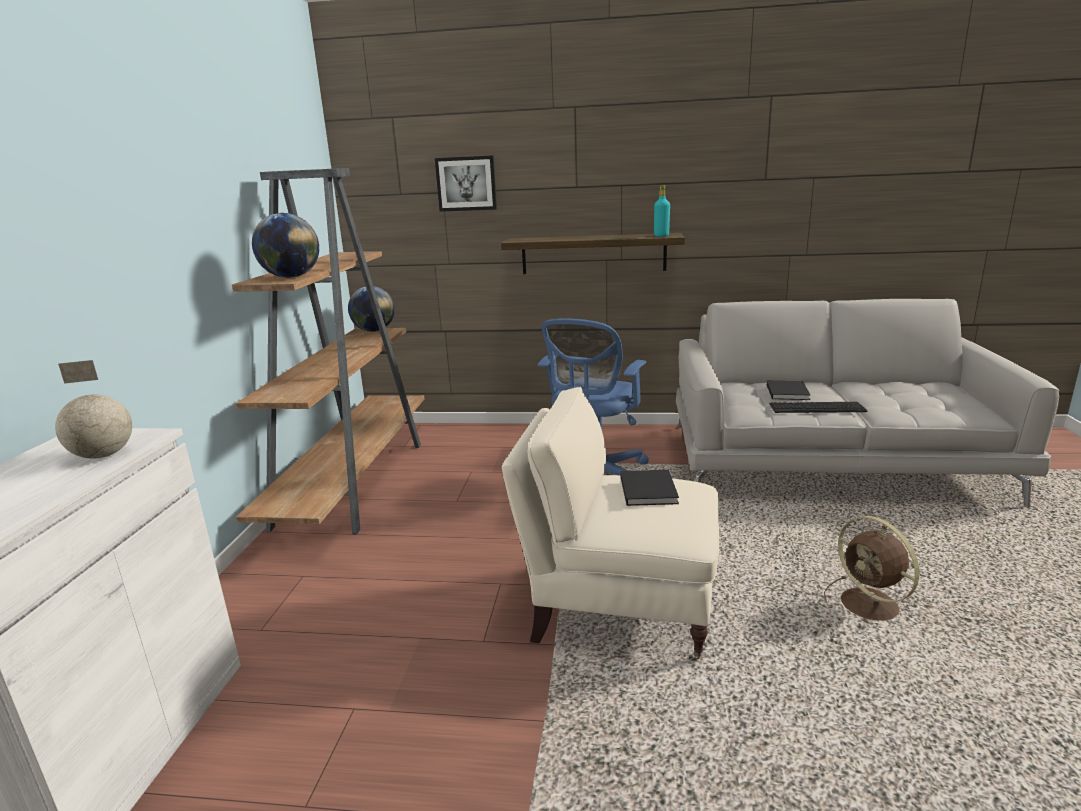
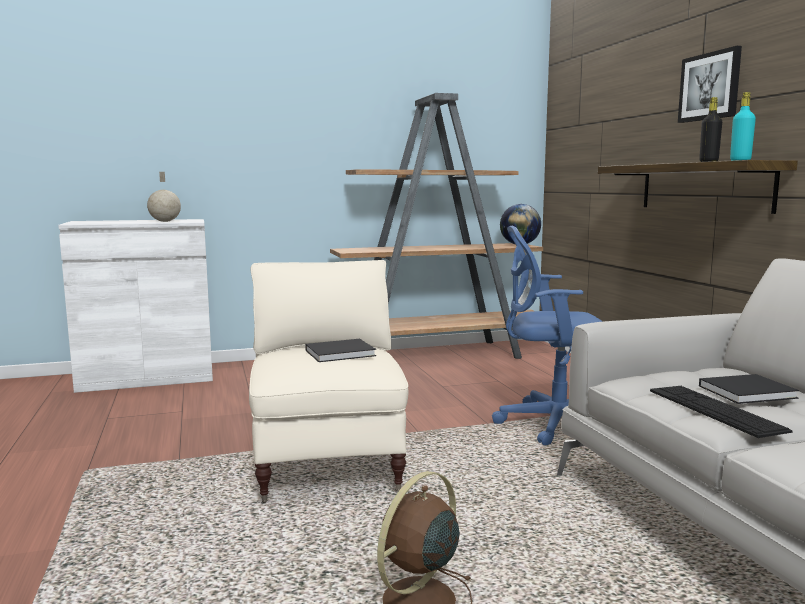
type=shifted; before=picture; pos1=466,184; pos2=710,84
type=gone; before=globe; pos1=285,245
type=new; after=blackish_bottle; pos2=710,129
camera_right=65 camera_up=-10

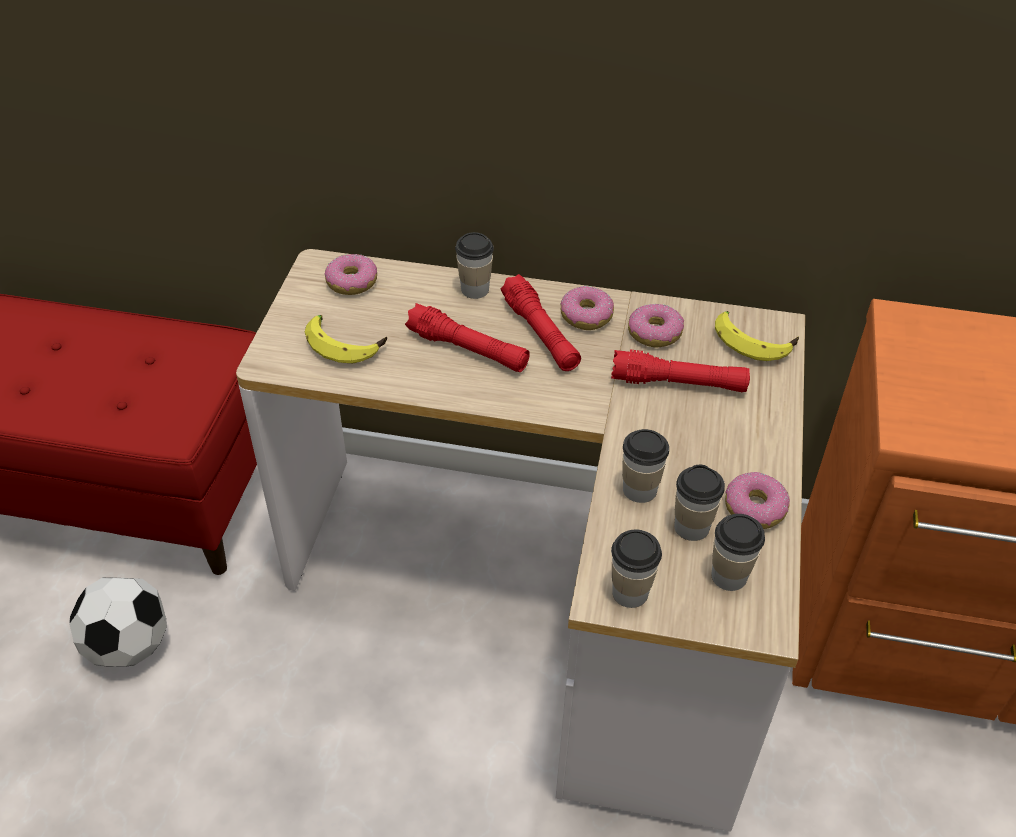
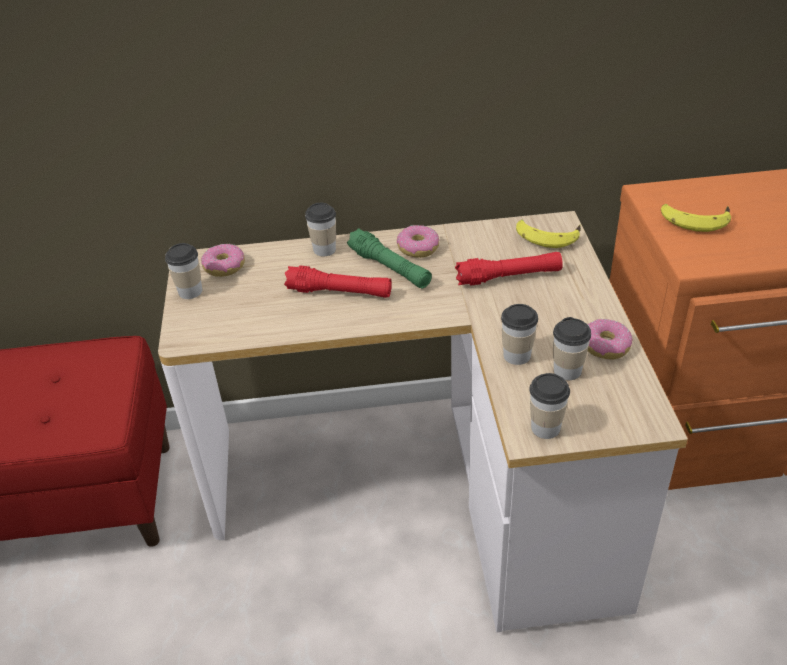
type=repainted; before=red-coloured_torch; after=greenish_torch; pos1=541,322; pos2=389,258
type=gone; before=ring_doughnut; pos1=656,325
type=shifted; before=whole_banana; pos1=346,339; pos2=696,218
type=shifted; before=cup; pos1=738,552; pos2=183,271
type=gone; before=football_ball; pos1=118,622
camera_right=-15 camera_up=-5

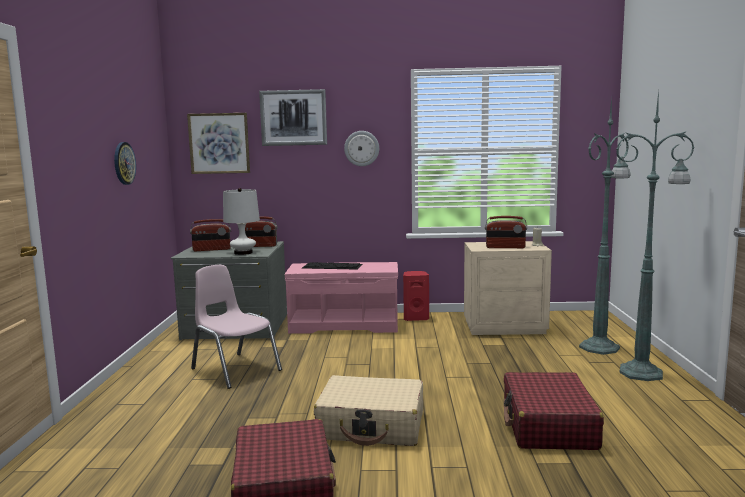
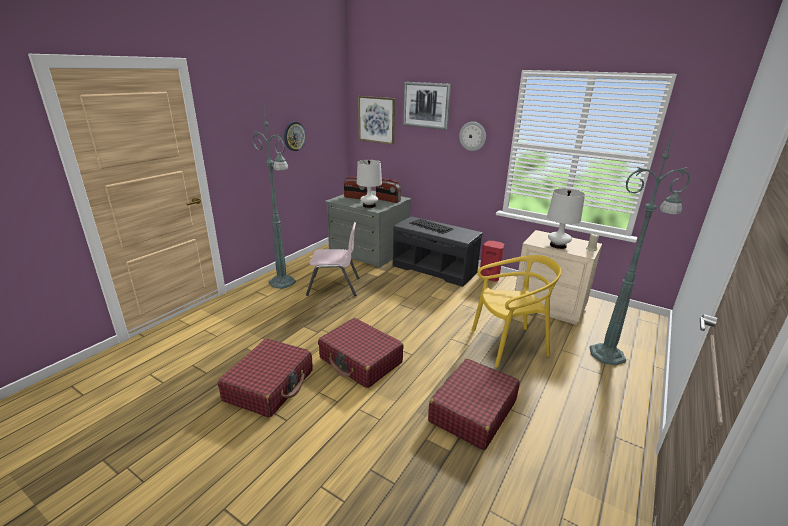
type=shifted; before=greenish_standing_lamp; pos1=655,235; pos2=274,198
type=swapped; before=radio; after=white-coloured_lamp_for_a_table; pos1=506,232; pos2=566,219
type=repainted; before=pinkish_long_seat; after=grey_long_seat; pos1=341,298; pos2=438,251
type=rotated; before=pinkish_plain_chair; pos1=236,327; pos2=332,259; turn=105
type=repainted; before=beige_piece_of_luggage; after=red-coloured_piece_of_luggage; pos1=368,410; pos2=361,353
type=new; after=yellow-coloured_plain_chair; pos2=516,311
camera_right=30 camera_up=15

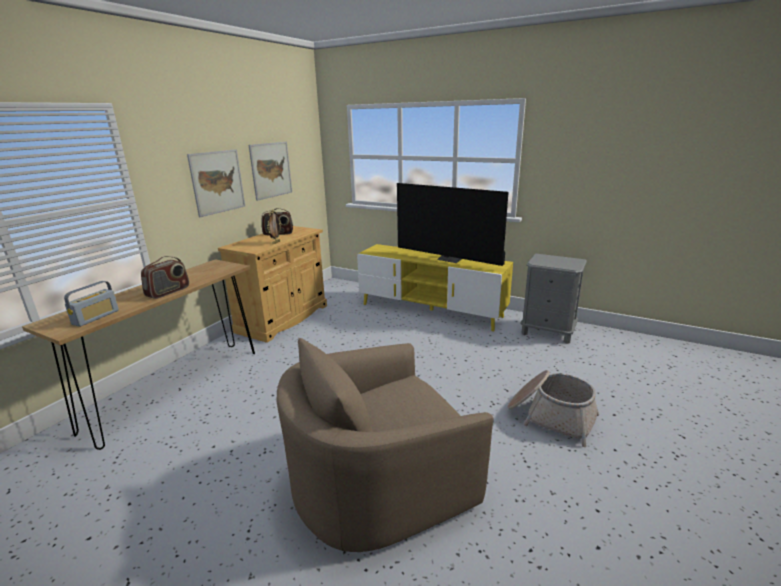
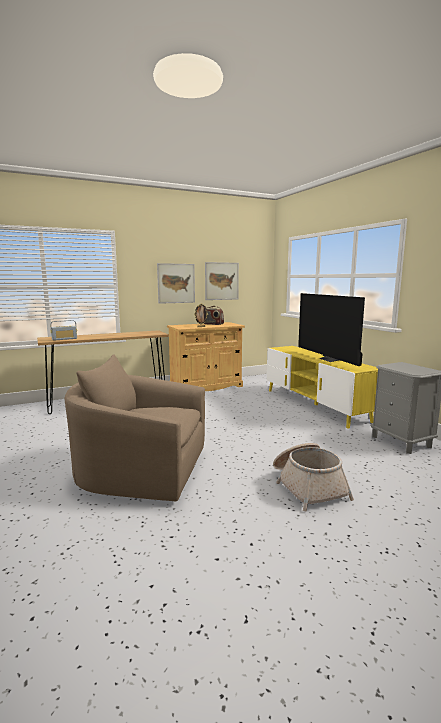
type=gone; before=radio; pos1=165,277
camera_right=35 camera_up=-10

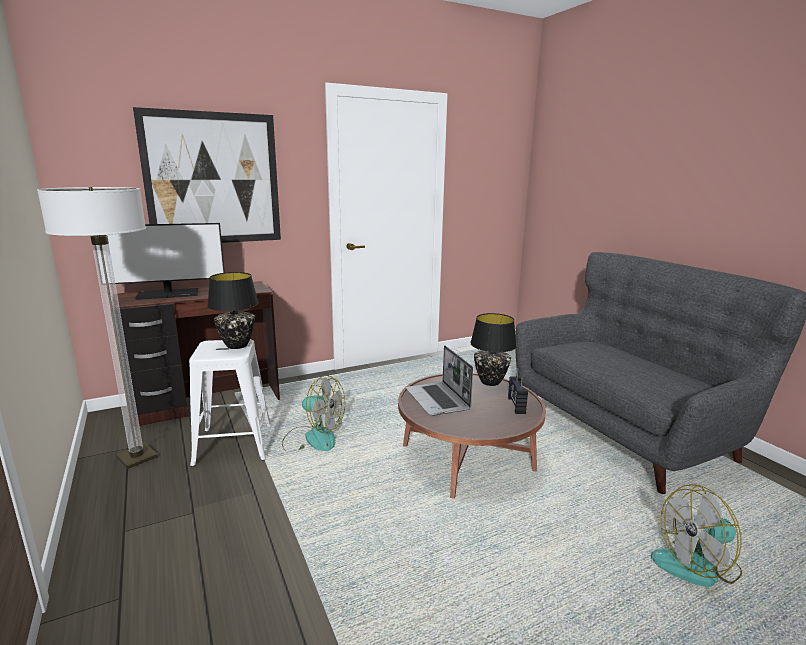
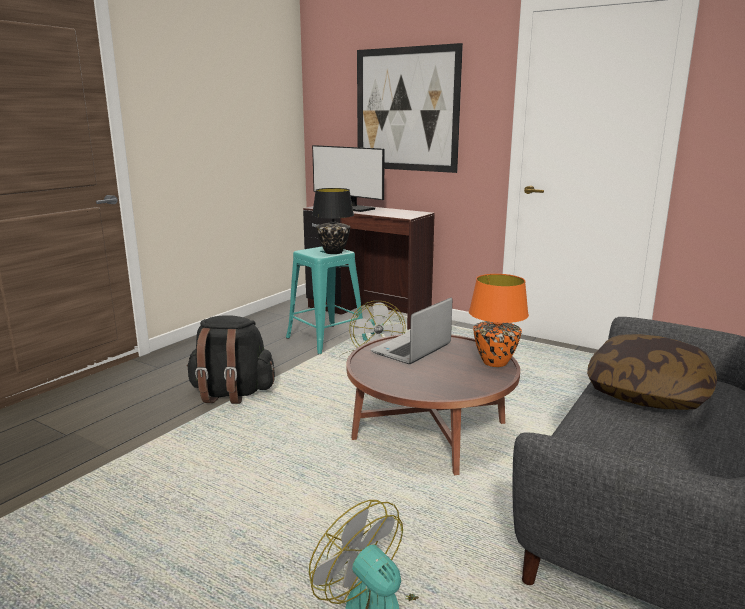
type=gone; before=standing_lamp; pos1=97,328
type=repainted; before=blackish_lamp_for_a_table; after=orangey_lamp_for_a_table; pos1=493,349; pos2=499,320
type=repainted; before=white-coloured_sitting_stool; after=blue-green_sitting_stool; pos1=230,403; pos2=327,301
type=gone; before=radio; pos1=518,391
type=new; after=blackish_knapsack; pos2=231,359
type=new; after=pillow; pos2=652,372
camera_right=60 camera_up=0

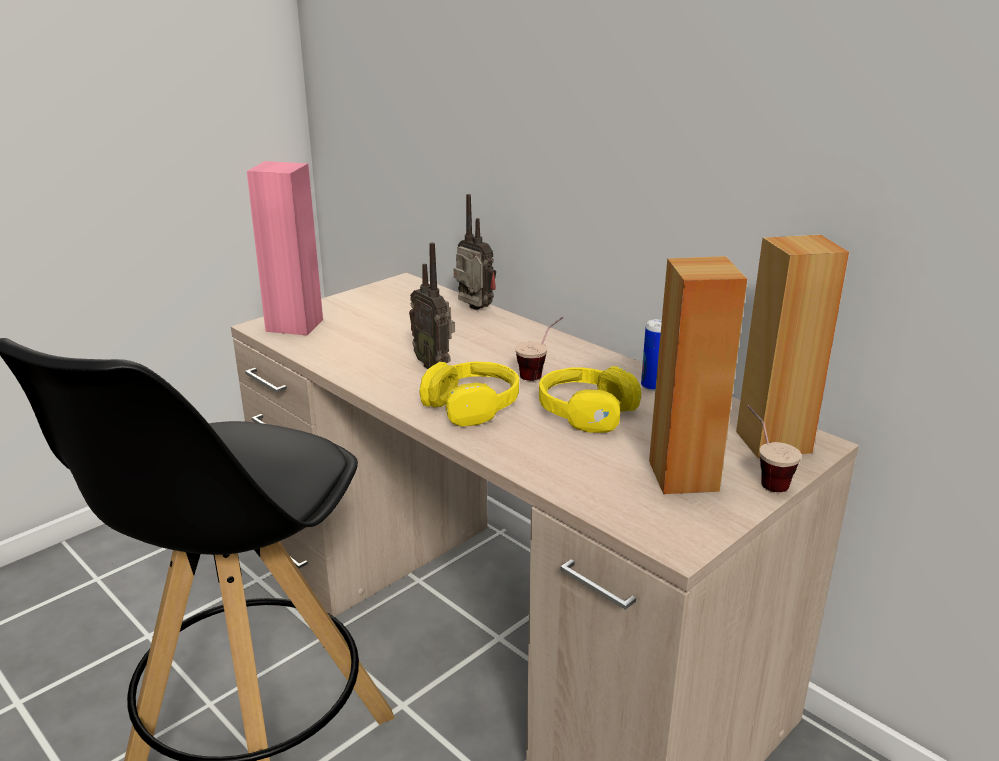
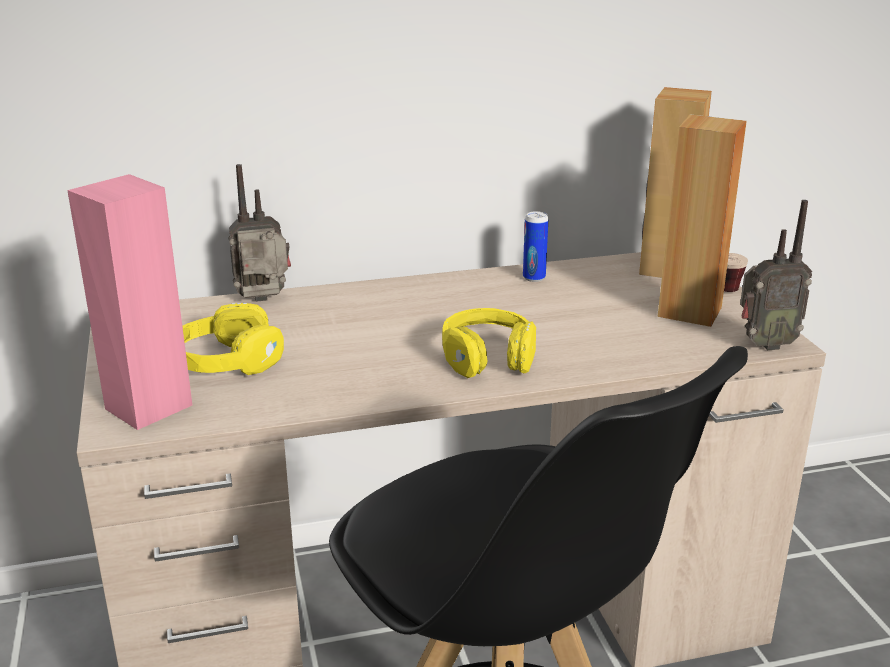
type=shifted; before=radio; pos1=432,305; pos2=776,275
type=gone; before=cup; pos1=539,349
type=shifted; before=yellow-coloured_headset; pos1=590,399; pos2=233,339
camera_right=-60 camera_up=0

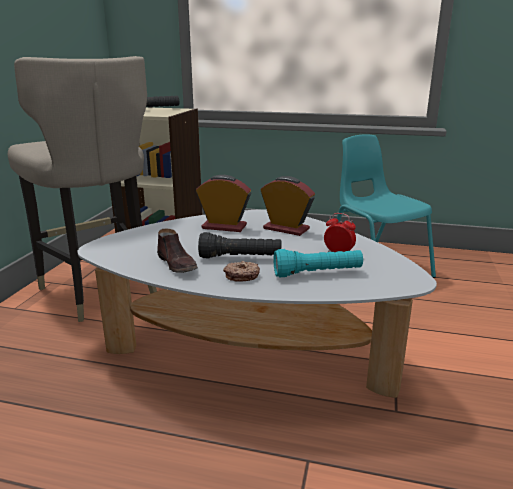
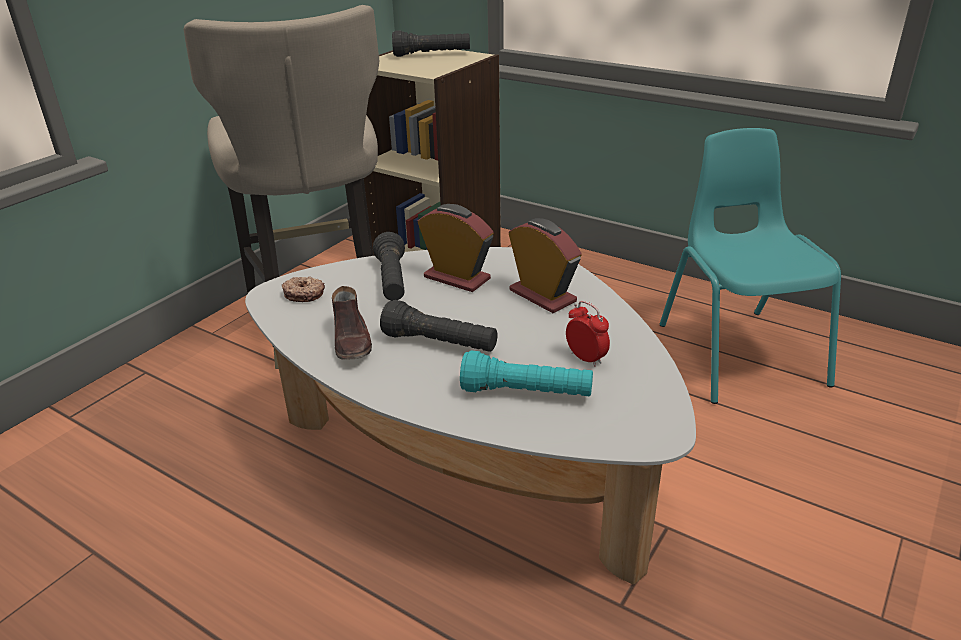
type=shifted; before=ring_doughnut; pos1=241,271; pos2=303,289
type=new; after=blackish_torch; pos2=389,266
camera_right=20 camera_up=10

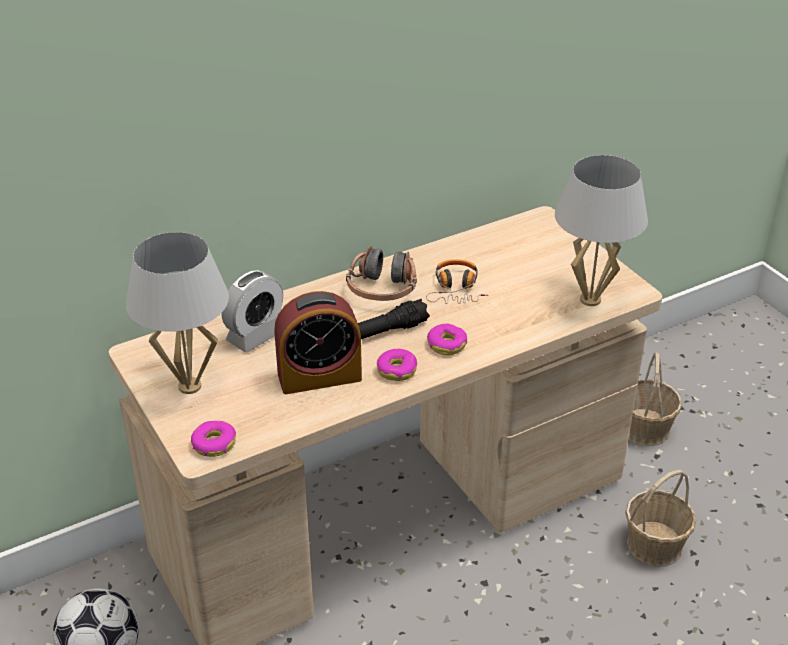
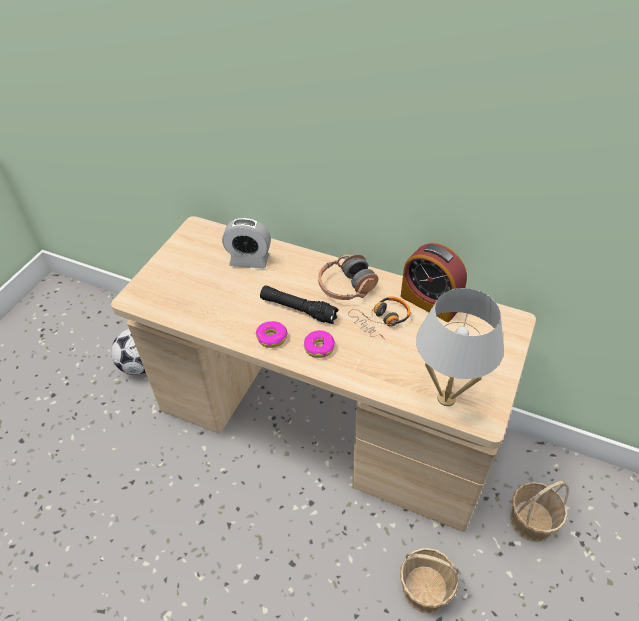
type=gone; before=white-coloured_lamp_for_a_table; pos1=177,313
type=shifted; before=bedside_clock; pos1=318,342; pos2=434,282
type=gone; before=ring_doughnut; pos1=213,439
camera_right=55 camera_up=10

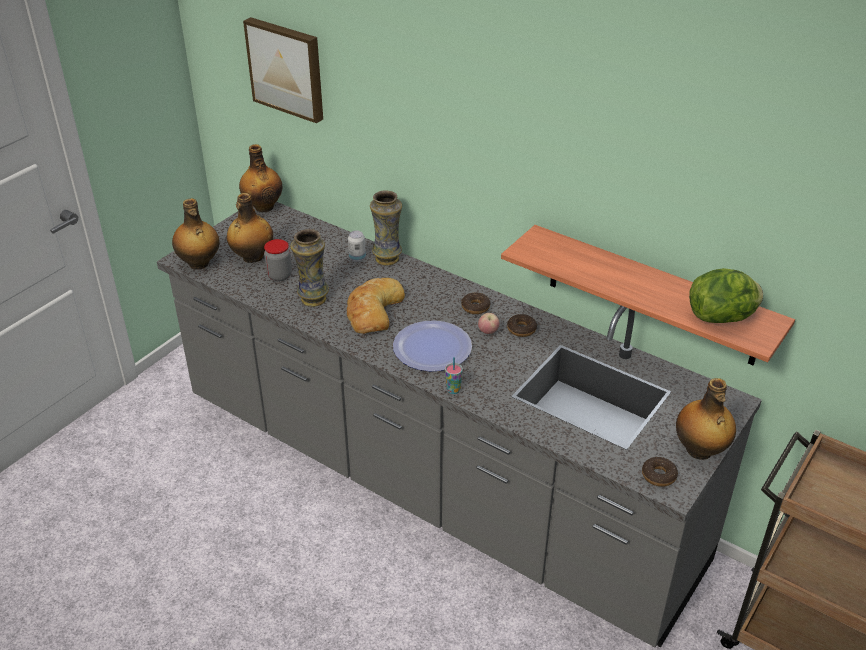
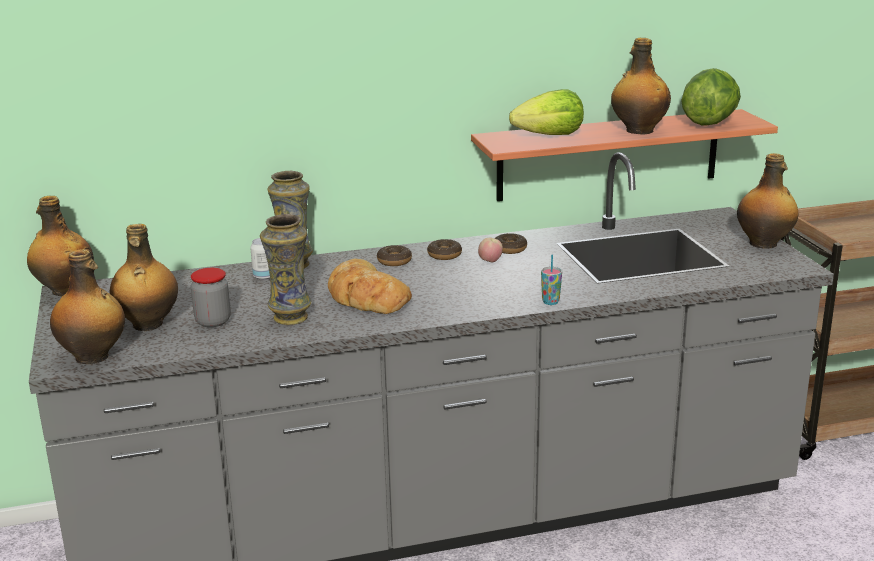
type=gone; before=picture; pos1=283,70
type=gone; before=flat_dish; pos1=432,345
type=shifted; before=ring_doughnut; pos1=660,472; pos2=394,255
type=new; after=bottle; pos2=641,86
type=new; after=head_of_lettuce; pos2=546,112
camera_right=-50 camera_up=-15

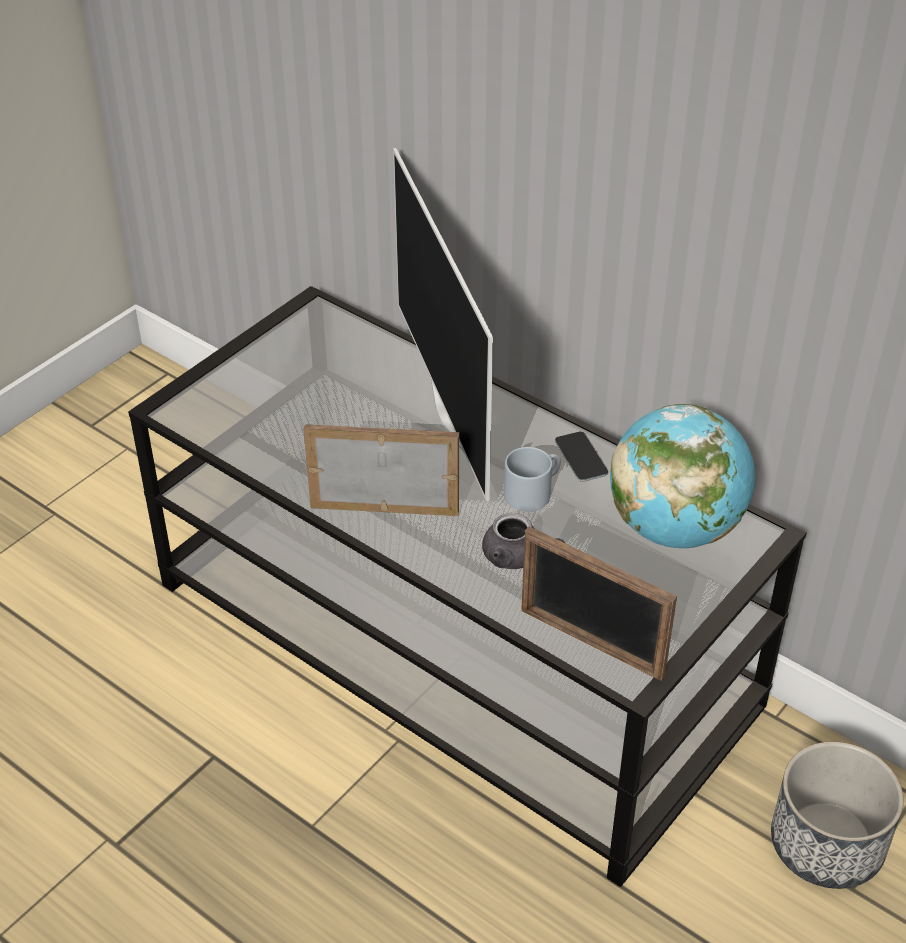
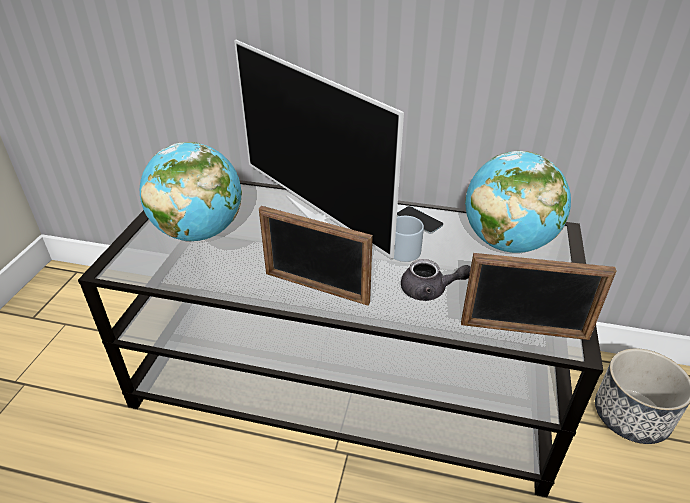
type=rotated; before=photo_frame; pos1=381,470; pos2=316,256; turn=-135
type=new; after=globe; pos2=191,191
camera_right=-25 camera_up=-5

